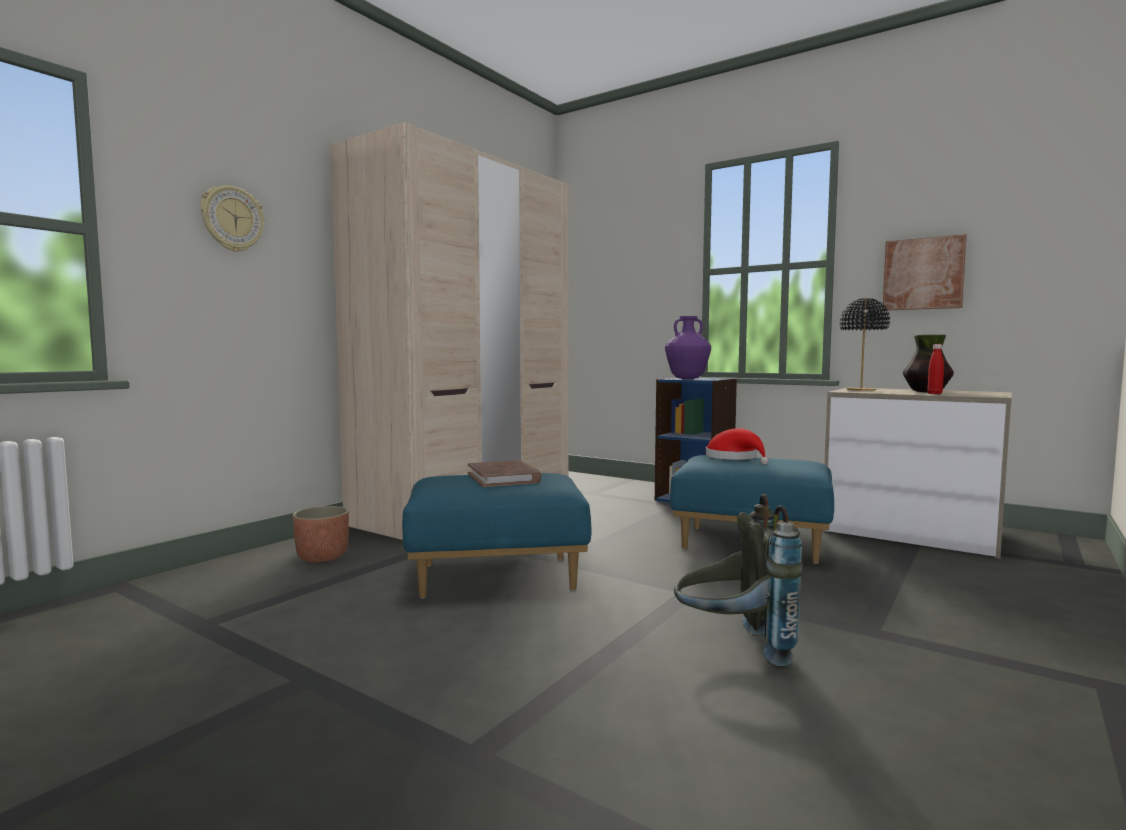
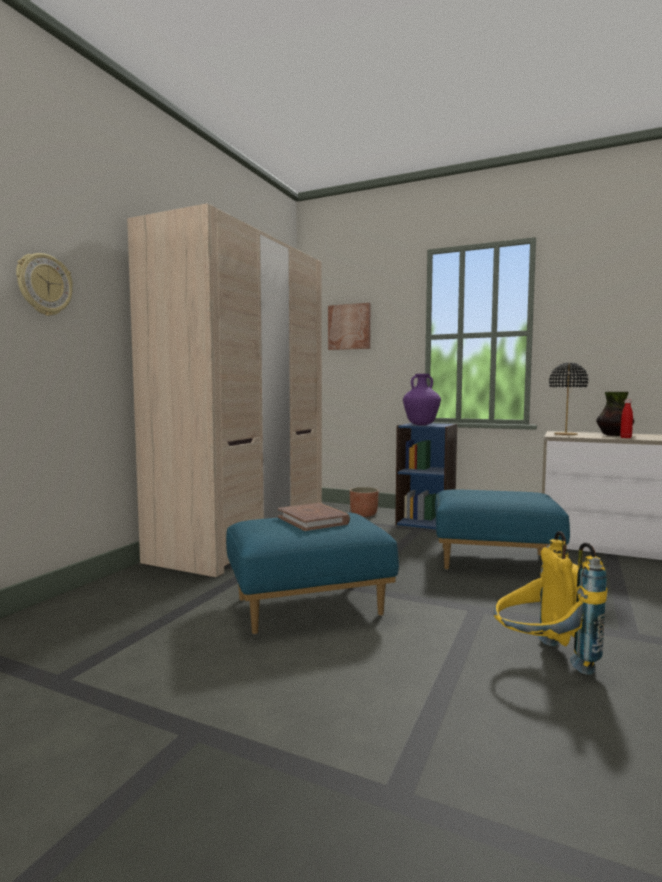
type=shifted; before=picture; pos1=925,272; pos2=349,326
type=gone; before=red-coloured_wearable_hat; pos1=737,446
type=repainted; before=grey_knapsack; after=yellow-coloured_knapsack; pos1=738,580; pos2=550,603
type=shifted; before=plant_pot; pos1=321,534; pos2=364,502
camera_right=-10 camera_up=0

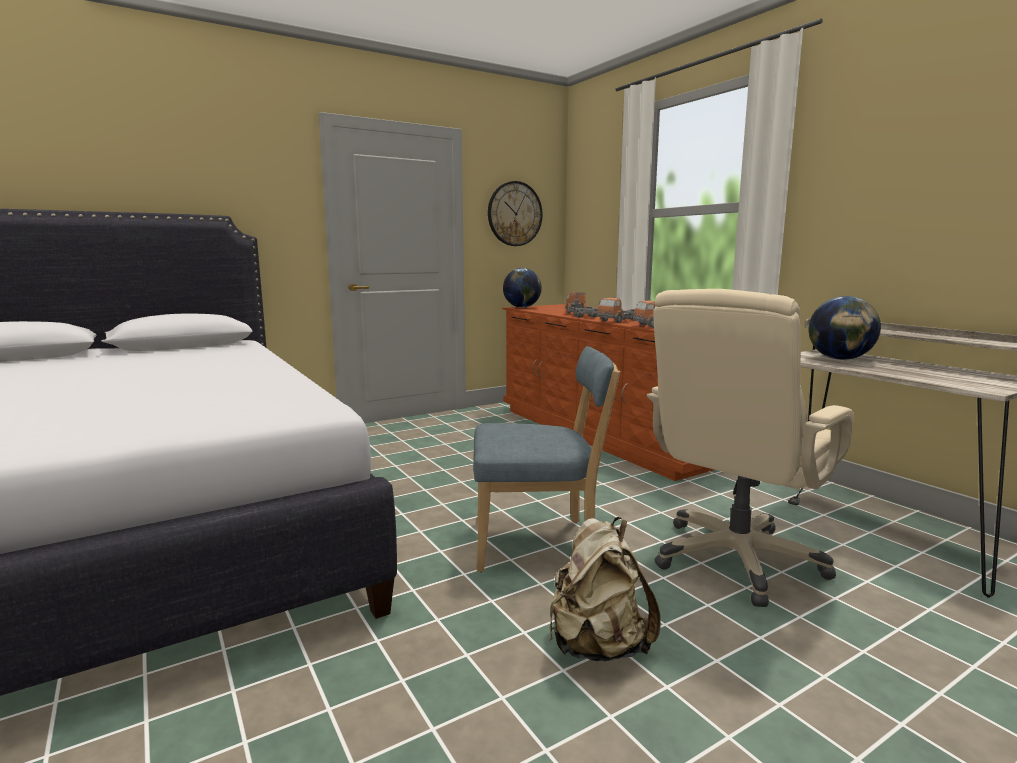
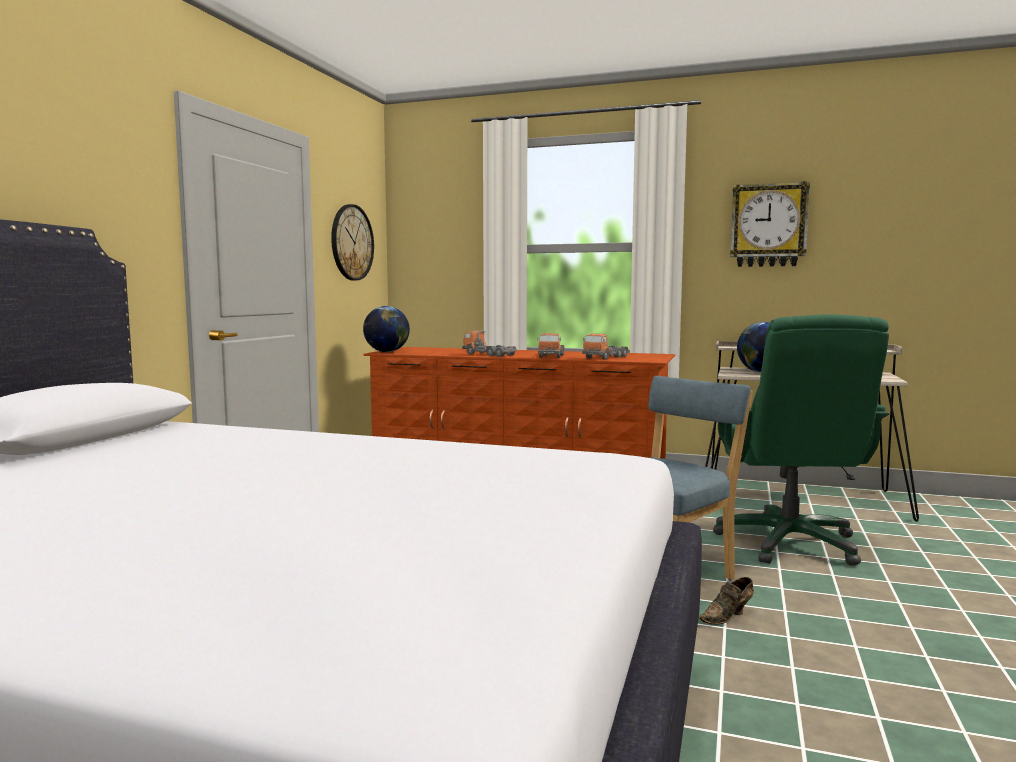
type=repainted; before=beige_office_chair; after=greenish_office_chair; pos1=751,448; pos2=801,440
type=gone; before=beige_knapsack; pos1=605,589
type=new; after=wall_clock; pos2=770,224
type=new; after=brown-coloured_low_shoe; pos2=727,601
camera_right=-40 camera_up=-5

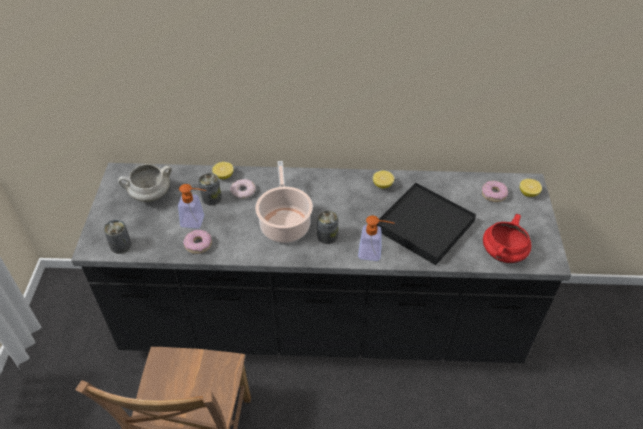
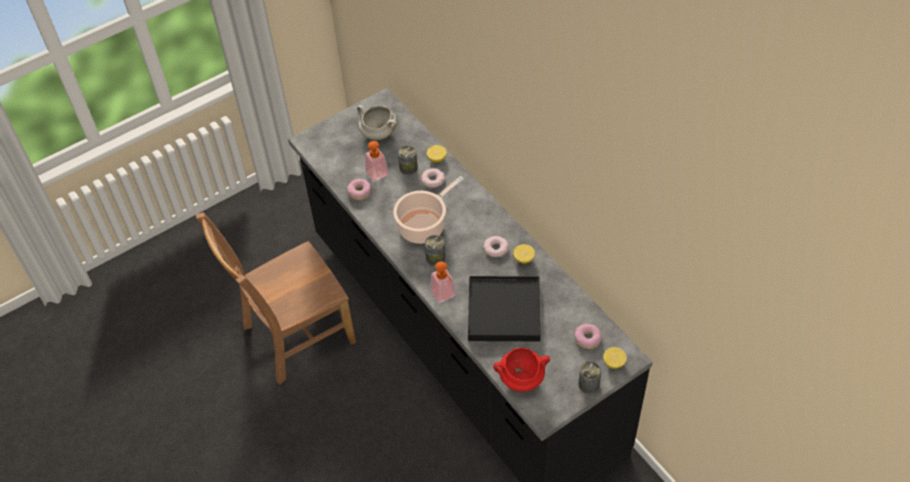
type=shifted; before=can; pos1=117,237; pos2=590,377
type=new; after=ring_doughnut; pos2=496,246
camera_right=55 camera_up=5

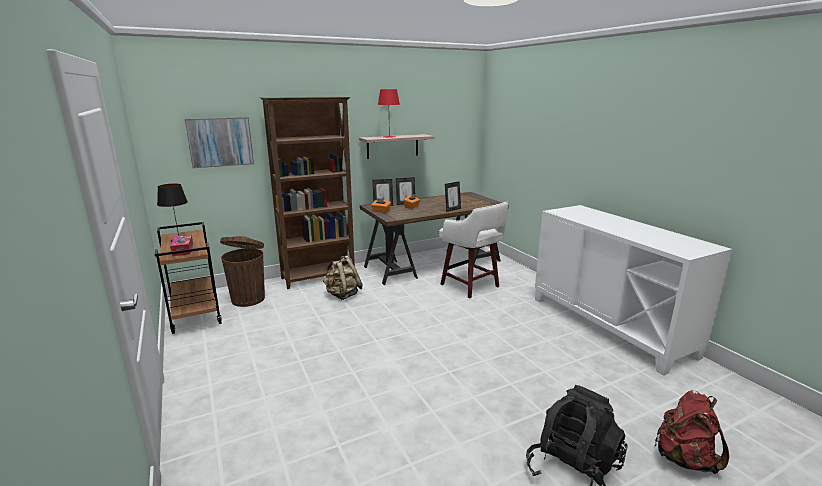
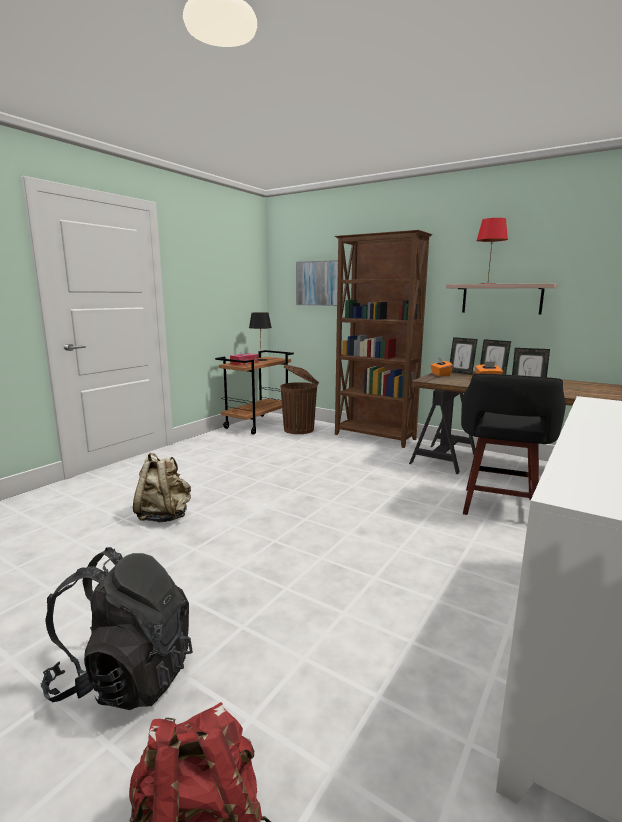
type=repainted; before=white-coloured_sitting_stool; after=blackish_sitting_stool; pos1=473,250; pos2=513,444
type=shifted; before=beige_knapsack; pos1=343,278; pos2=162,487
camera_right=60 camera_up=-5

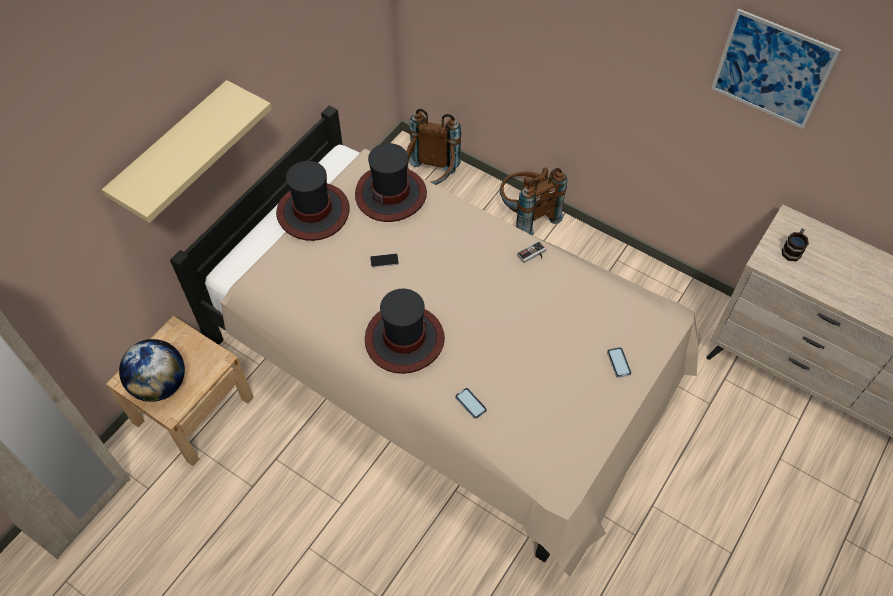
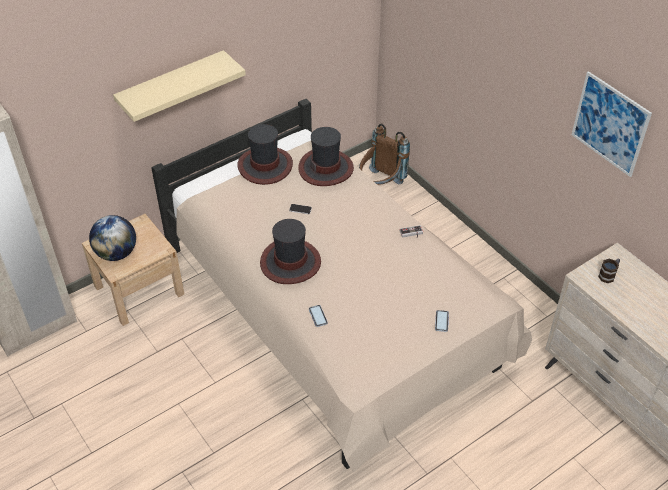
type=gone; before=brown-coloured_knapsack; pos1=533,201
camera_right=20 camera_up=-10

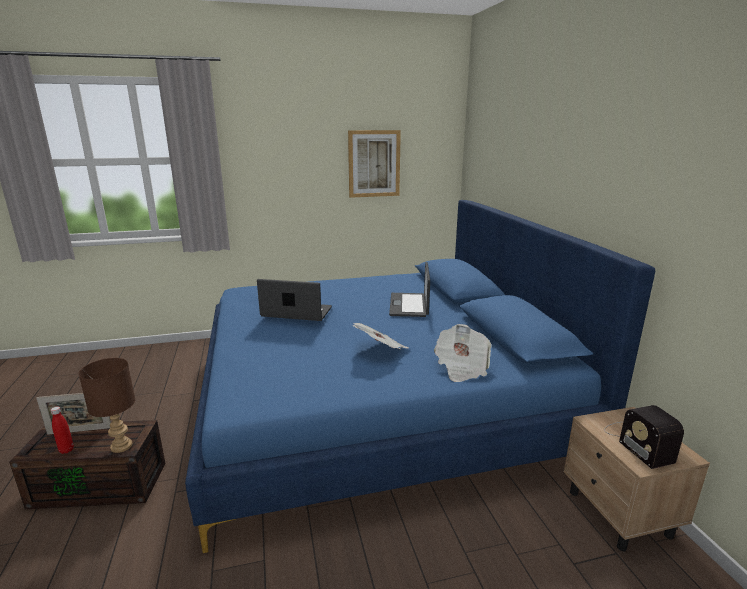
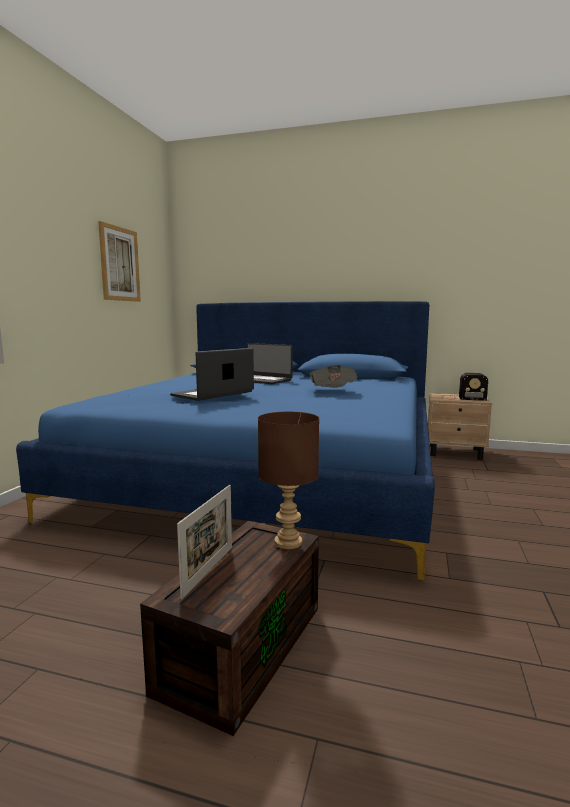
type=gone; before=printed_paper; pos1=463,353
type=gone; before=red-coloured_bottle; pos1=62,430
camera_right=-60 camera_up=-10

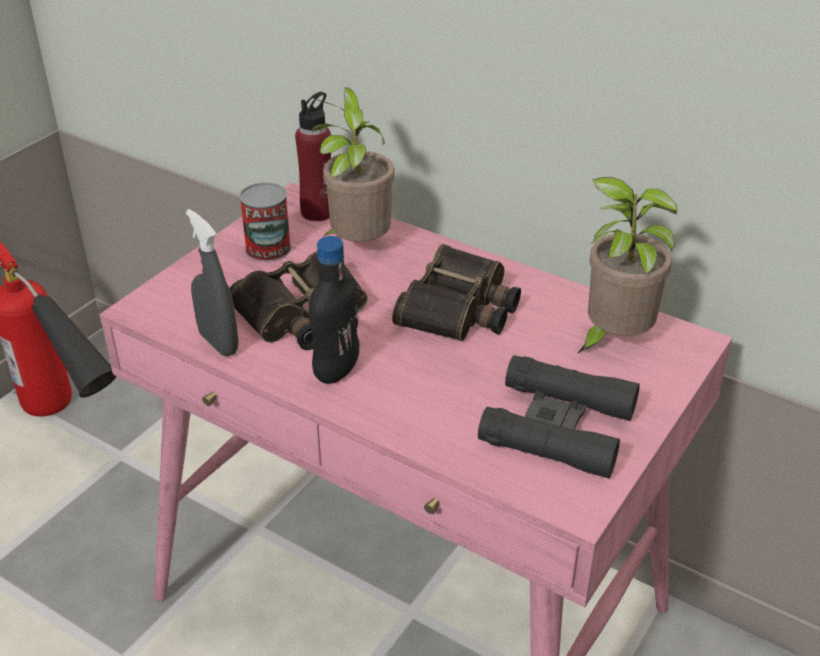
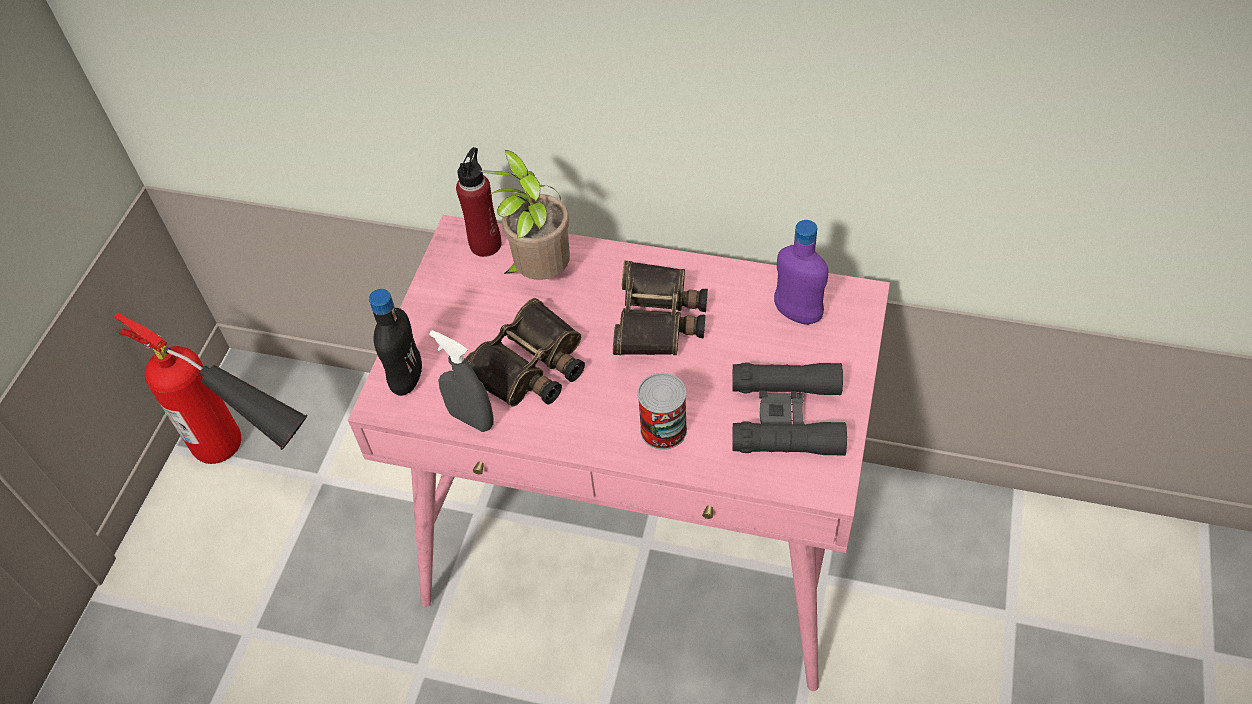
type=swapped; before=houseplant; after=purple-coloured_bottle; pos1=628,265; pos2=801,272
type=shifted; before=can; pos1=265,222; pos2=662,411
type=shifted; before=blackish_bottle; pos1=334,310; pos2=395,342
camera_right=-15 camera_up=15

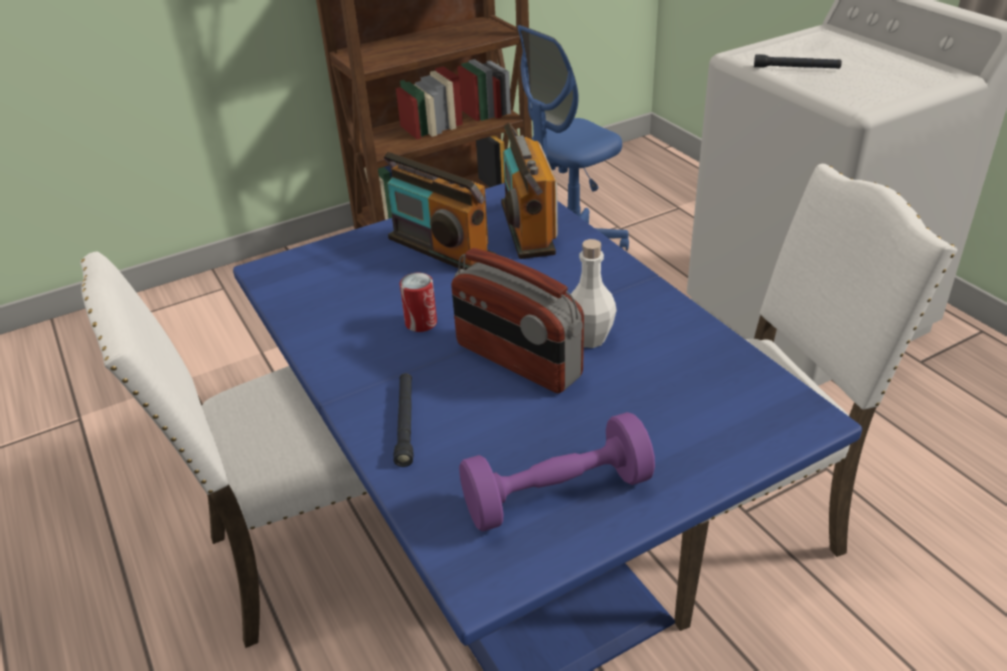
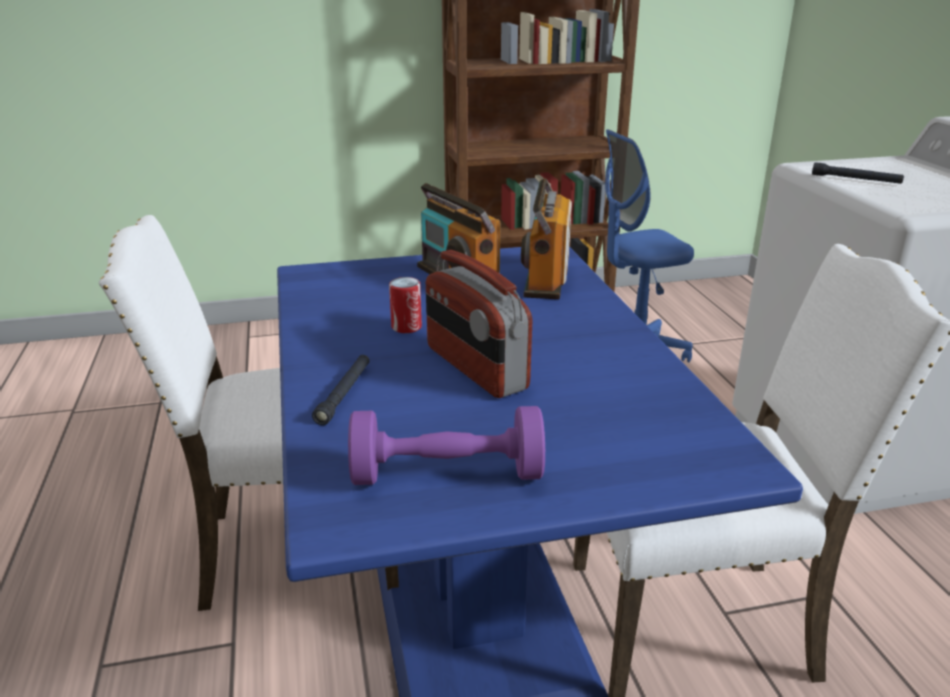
type=gone; before=white-coloured_bottle; pos1=594,293
camera_right=15 camera_up=-10

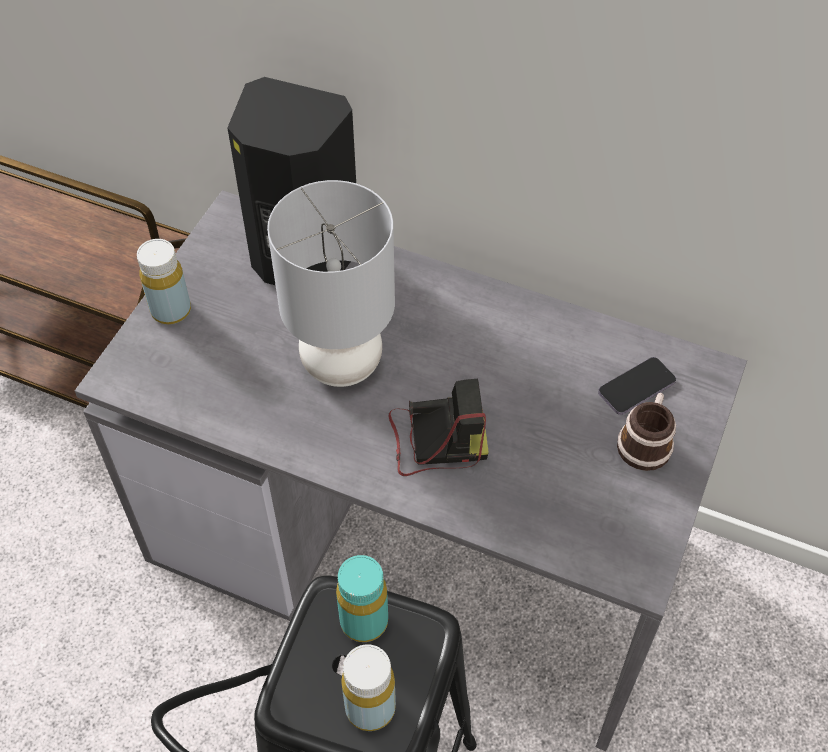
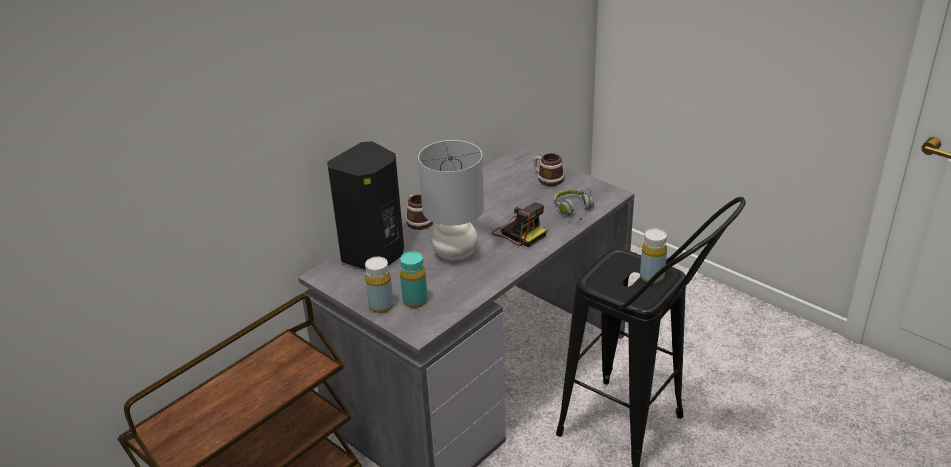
type=gone; before=phone; pos1=637,386
type=rotated; before=photo_camera; pos1=438,427; pos2=519,224; turn=120
type=shifted; before=blue-green_bottle; pos1=362,598; pos2=414,279
type=new; after=grey_headset; pos2=574,206
type=new; after=coffee_mug; pos2=419,212
camera_right=-70 camera_up=-20

